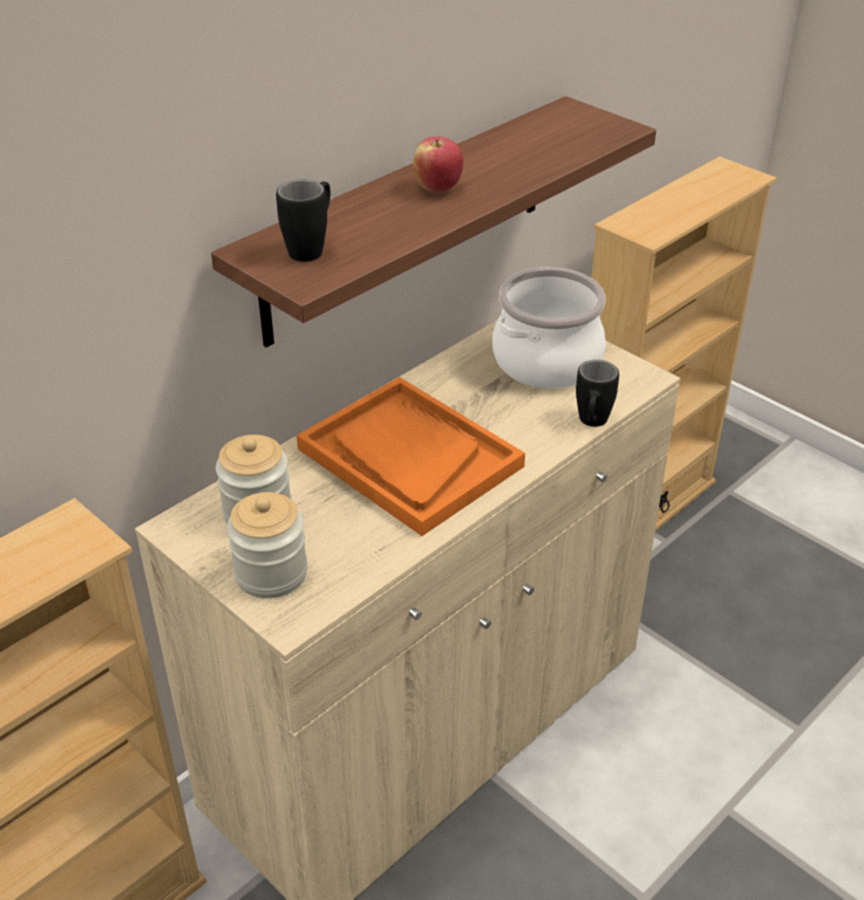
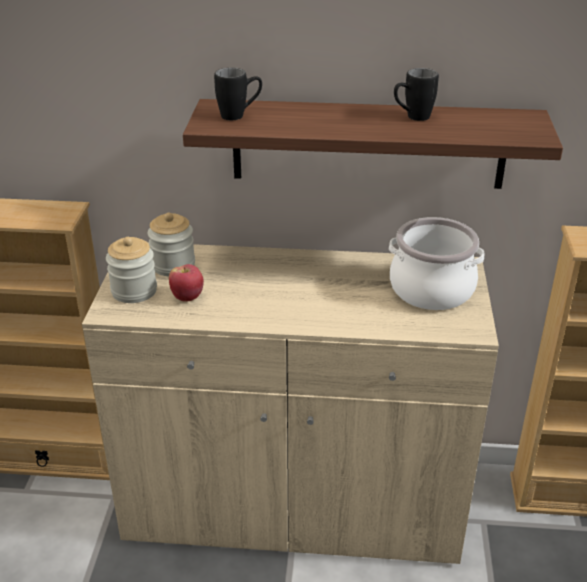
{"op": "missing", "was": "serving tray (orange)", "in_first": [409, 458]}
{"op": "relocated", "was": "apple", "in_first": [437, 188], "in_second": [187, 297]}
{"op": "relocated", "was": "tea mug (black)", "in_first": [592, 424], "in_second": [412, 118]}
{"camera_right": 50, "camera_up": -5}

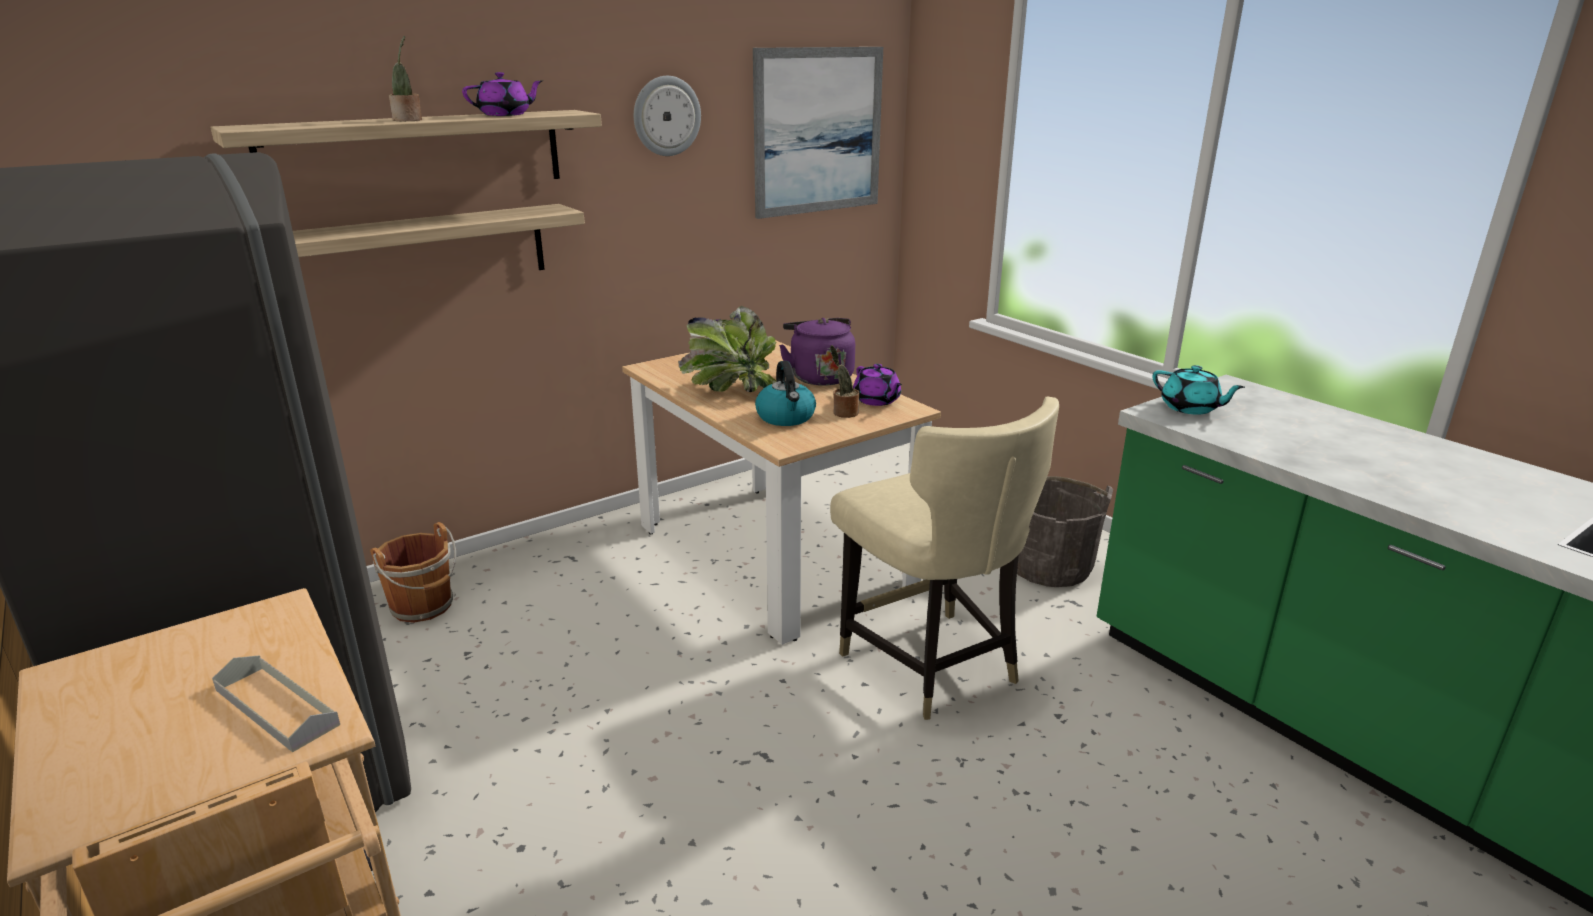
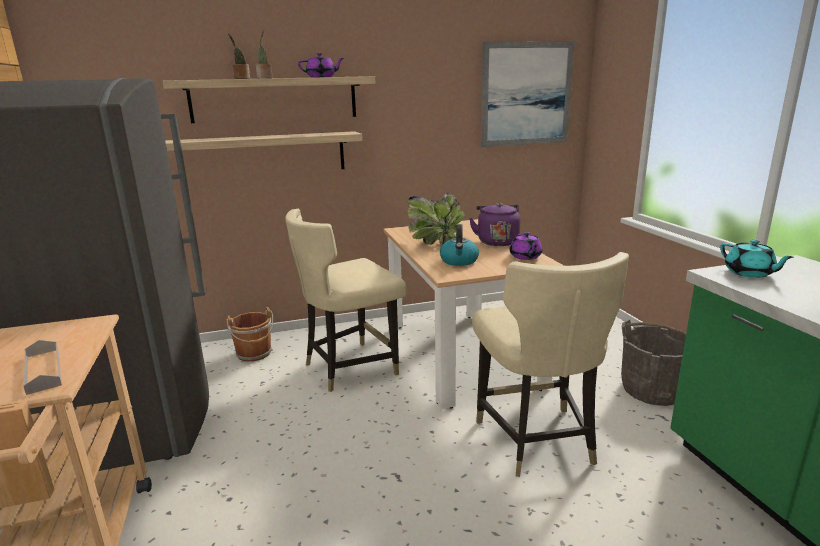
{"op": "missing", "was": "hanging clock", "in_first": [666, 116]}
{"op": "relocated", "was": "potted plant", "in_first": [843, 413], "in_second": [241, 79]}
{"op": "appeared", "now": "chair (sand-coloured)", "in_second": [350, 367]}
{"camera_right": 20, "camera_up": -5}

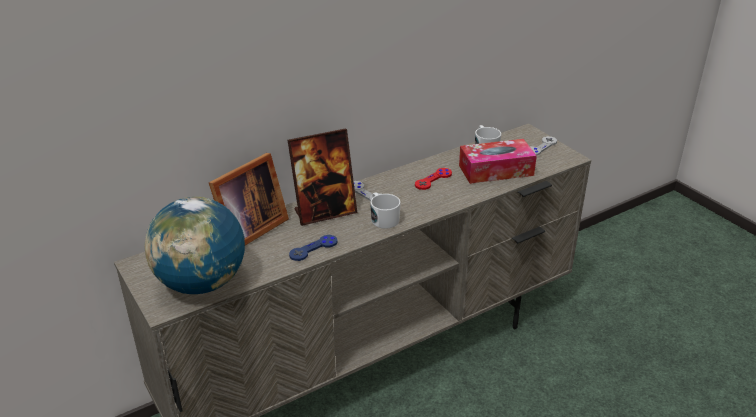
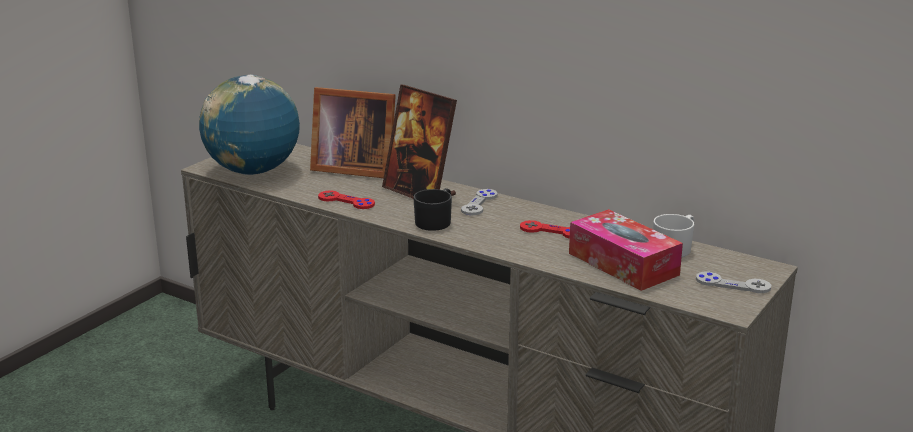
{"op": "colour", "was": "gamepad (blue)", "now": "gamepad (reddish)", "in_first": [313, 249], "in_second": [346, 201]}
{"op": "colour", "was": "tea mug (white-coloured)", "now": "tea mug (black)", "in_first": [383, 218], "in_second": [435, 221]}
{"camera_right": 65, "camera_up": -10}

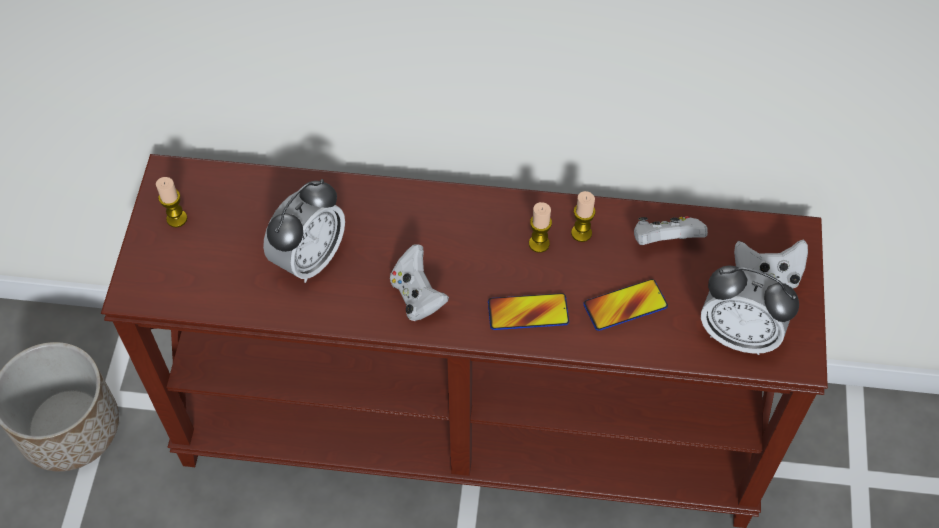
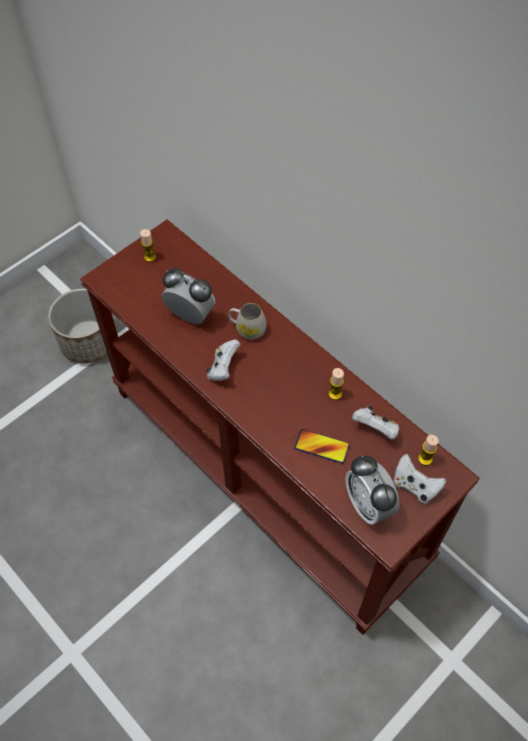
{"op": "spun", "was": "alarm clock", "in_first": [309, 259], "in_second": [190, 316], "clockwise": -135}
{"op": "missing", "was": "telephone", "in_first": [528, 313]}
{"op": "relocated", "was": "wax light", "in_first": [539, 243], "in_second": [425, 459]}
{"op": "appeared", "now": "tea mug (white-coloured)", "in_second": [247, 329]}
{"camera_right": 40, "camera_up": 0}

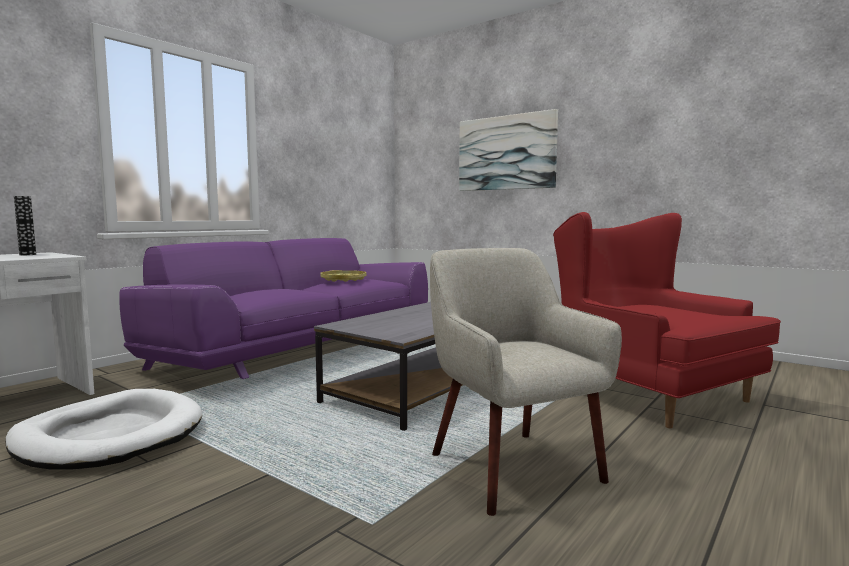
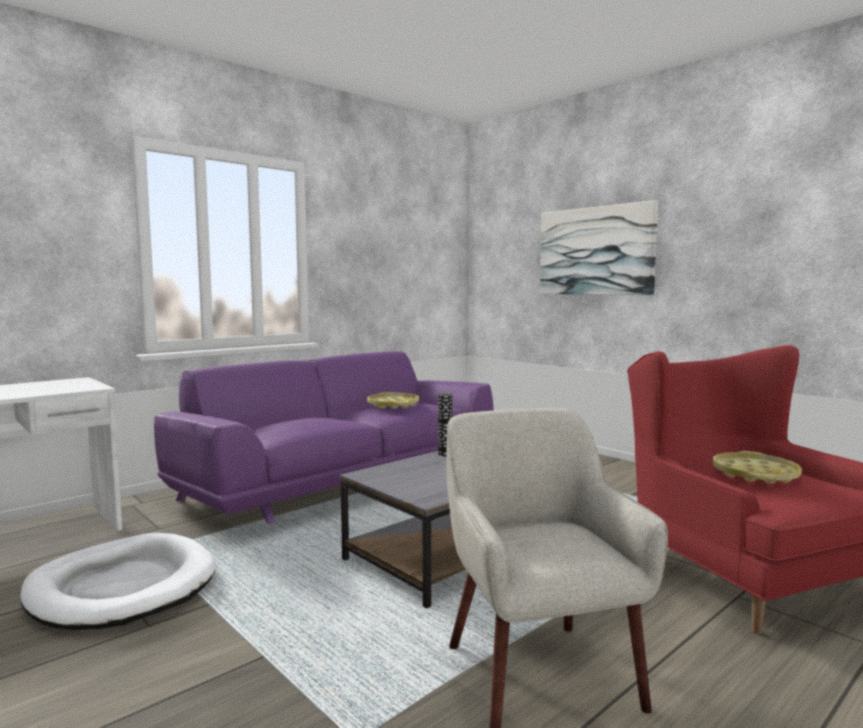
{"op": "relocated", "was": "decorative vase", "in_first": [27, 254], "in_second": [445, 454]}
{"op": "appeared", "now": "serving tray (yellow)", "in_second": [755, 474]}
{"camera_right": 10, "camera_up": 0}

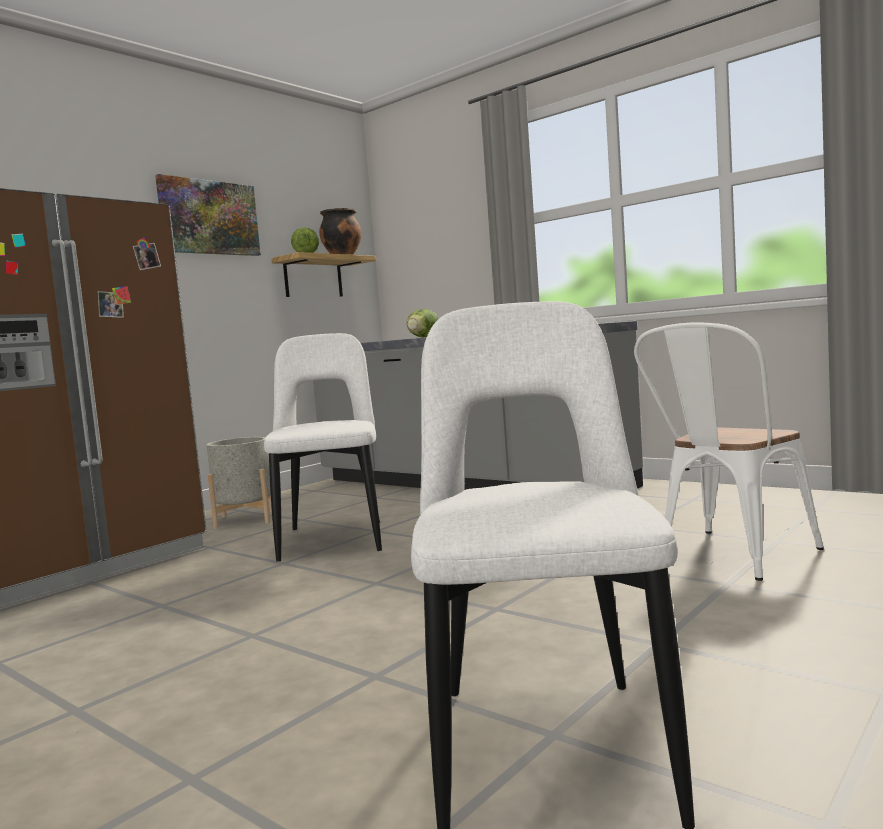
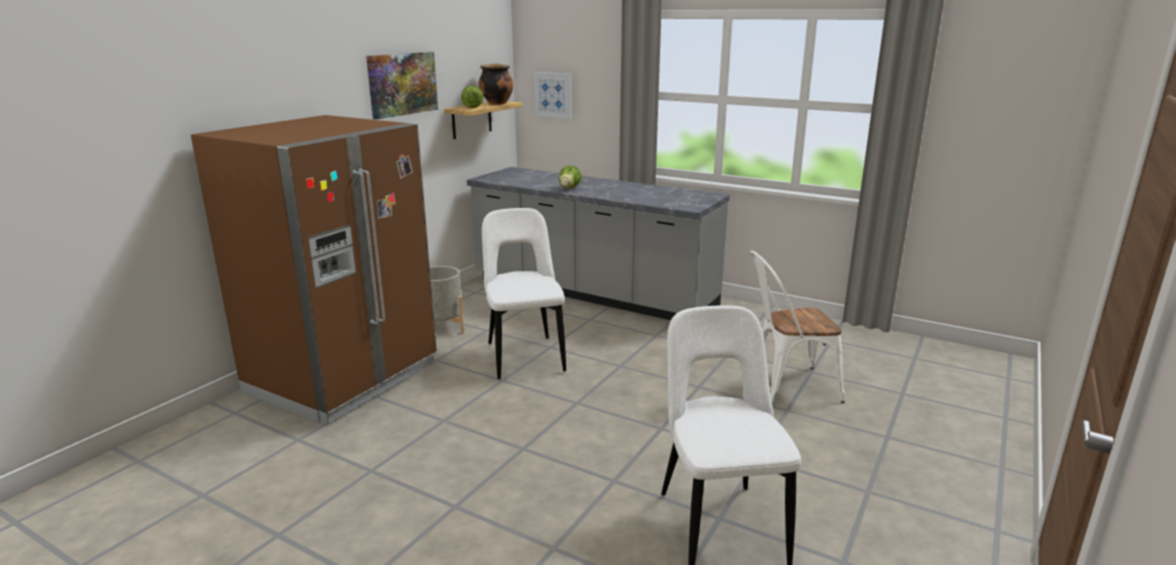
{"op": "spun", "was": "chair (white-coloured)", "in_first": [729, 557], "in_second": [785, 386], "clockwise": 45}
{"op": "appeared", "now": "picture", "in_second": [553, 95]}
{"camera_right": -10, "camera_up": 15}

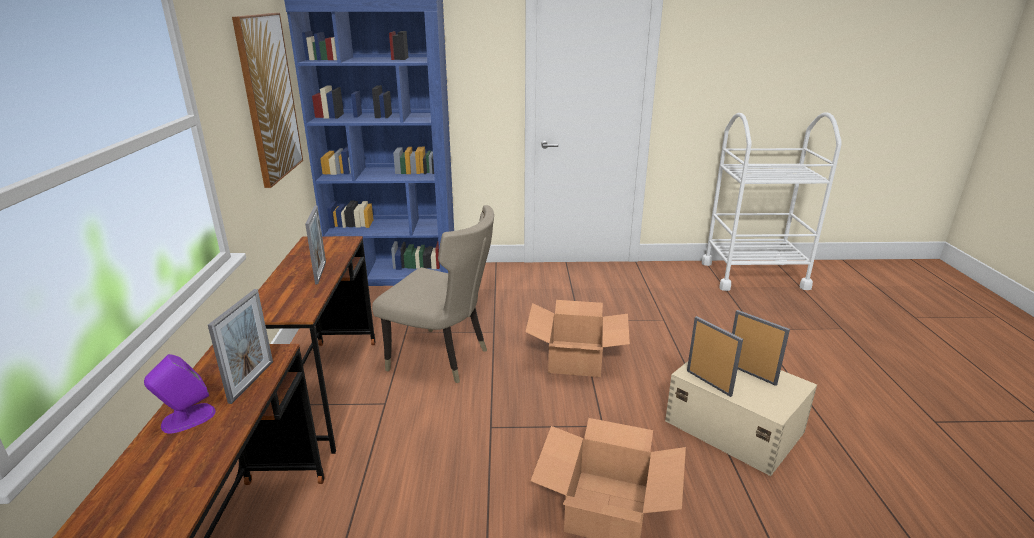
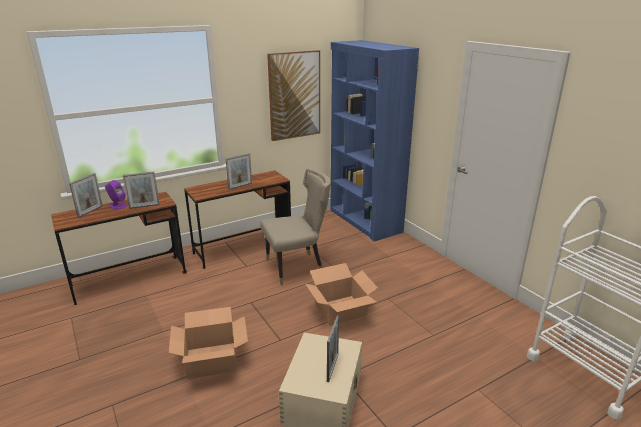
{"op": "spun", "was": "chair (sand-coloured)", "in_first": [443, 358], "in_second": [297, 267], "clockwise": -105}
{"op": "relocated", "was": "photo frame", "in_first": [708, 383], "in_second": [90, 211]}
{"camera_right": 60, "camera_up": 0}

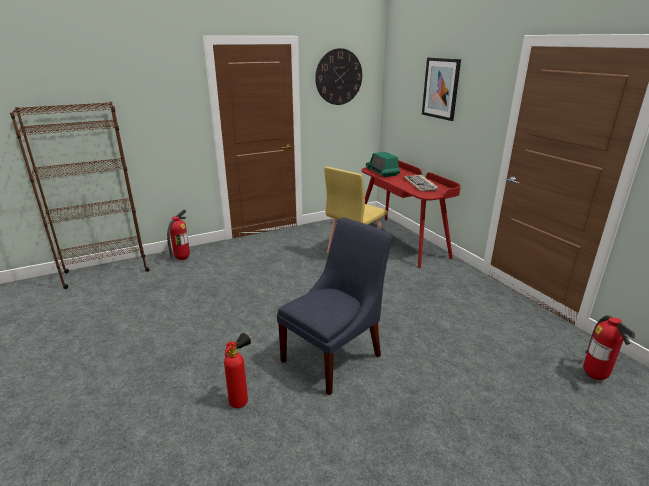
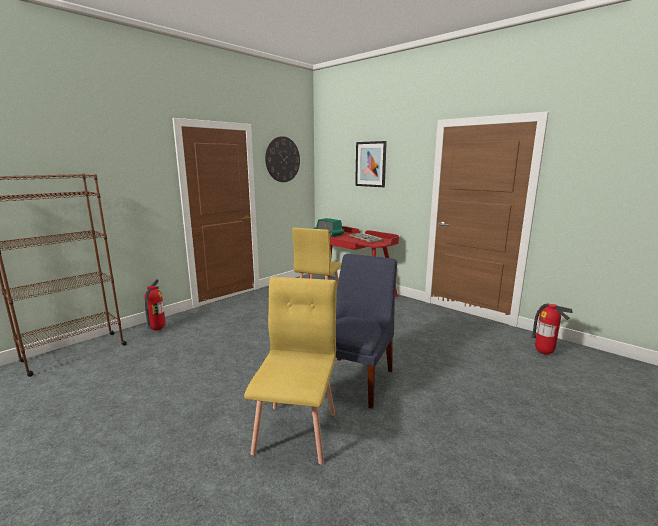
{"op": "exchanged", "was": "extinguisher", "now": "chair (yellow)", "in_first": [241, 400], "in_second": [297, 431]}
{"camera_right": -20, "camera_up": -10}

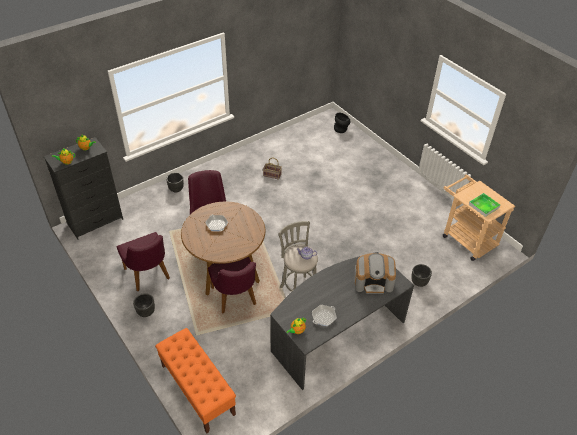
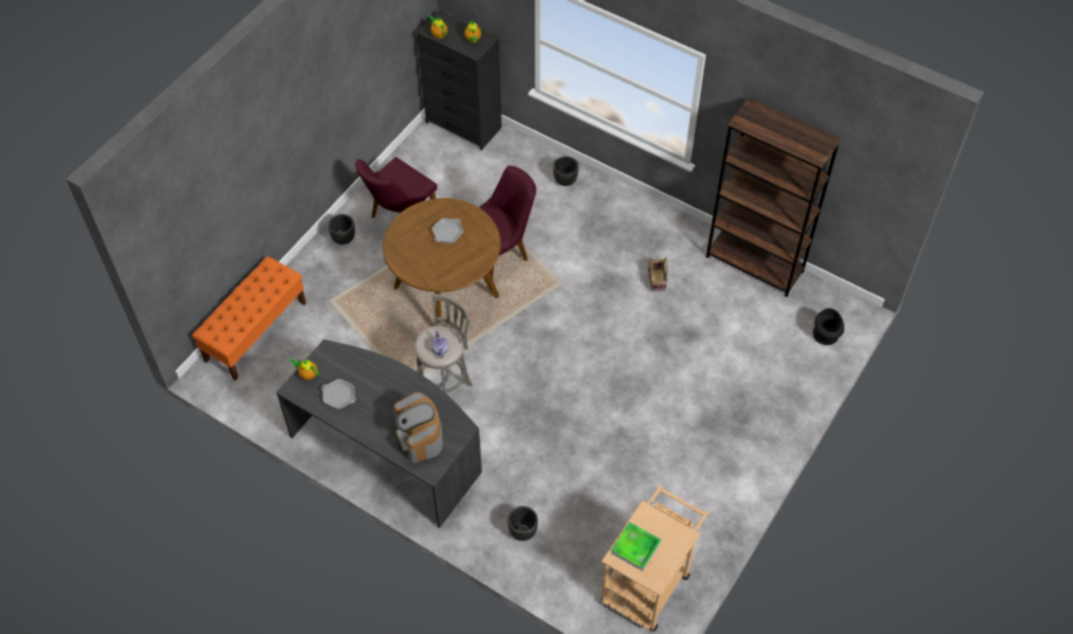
{"op": "missing", "was": "chair (purplish)", "in_first": [235, 299]}
{"op": "appeared", "now": "shelving unit (brownish)", "in_second": [755, 264]}
{"camera_right": 70, "camera_up": 10}

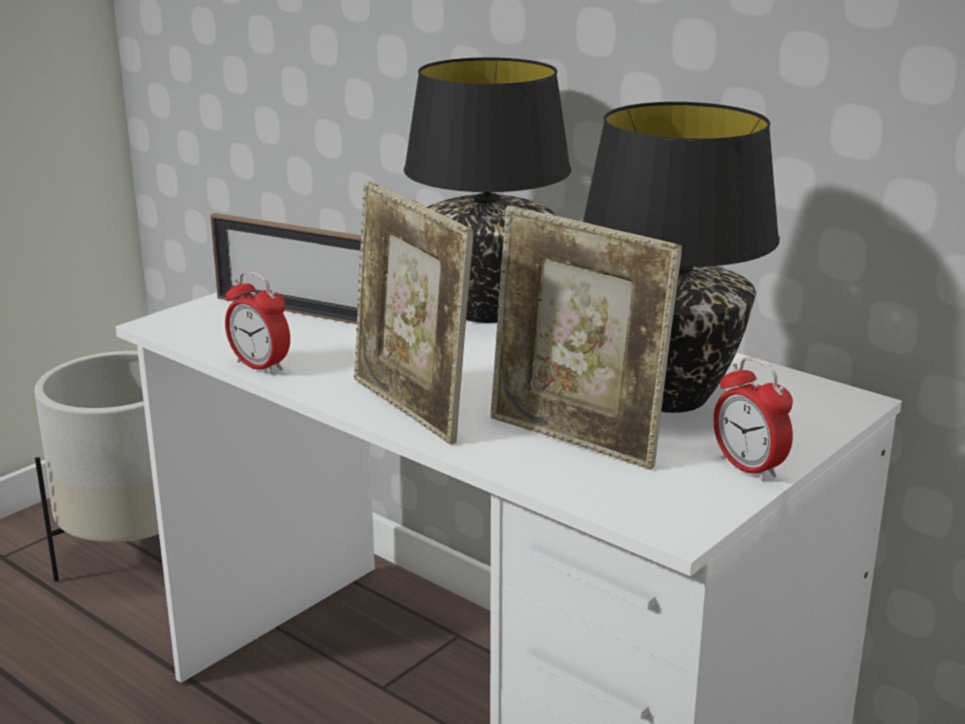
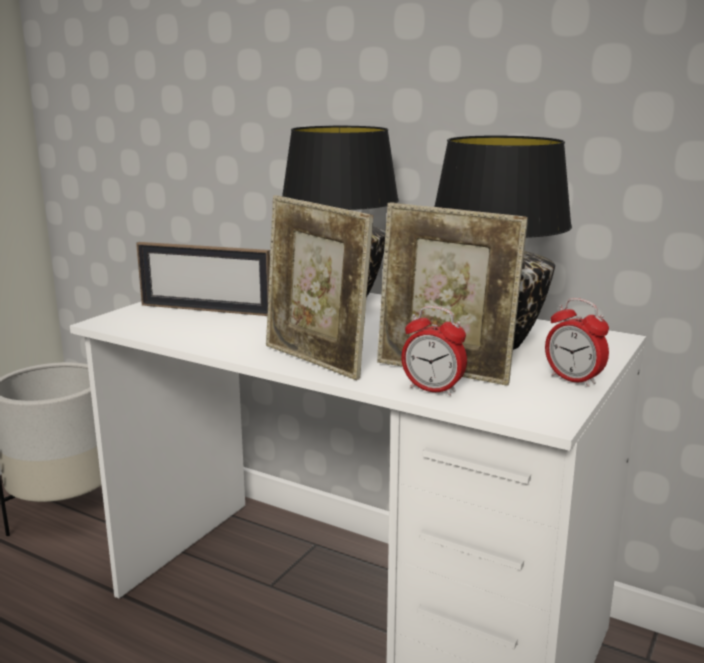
{"op": "relocated", "was": "alarm clock", "in_first": [260, 366], "in_second": [433, 389]}
{"camera_right": -10, "camera_up": -5}

